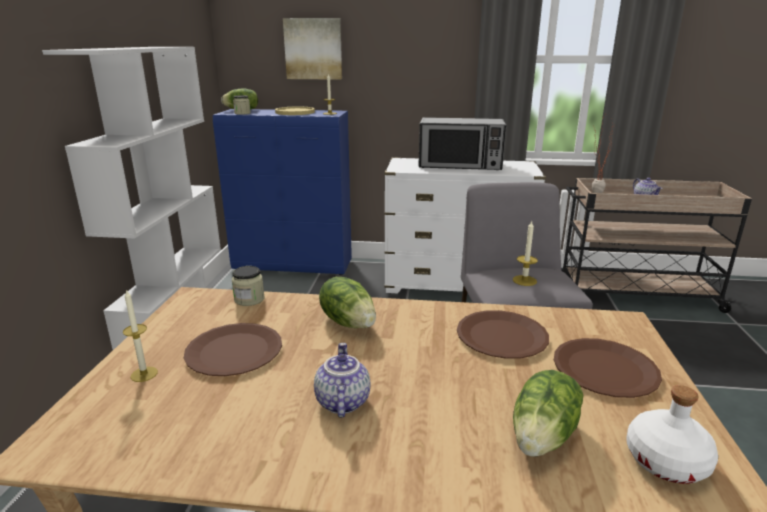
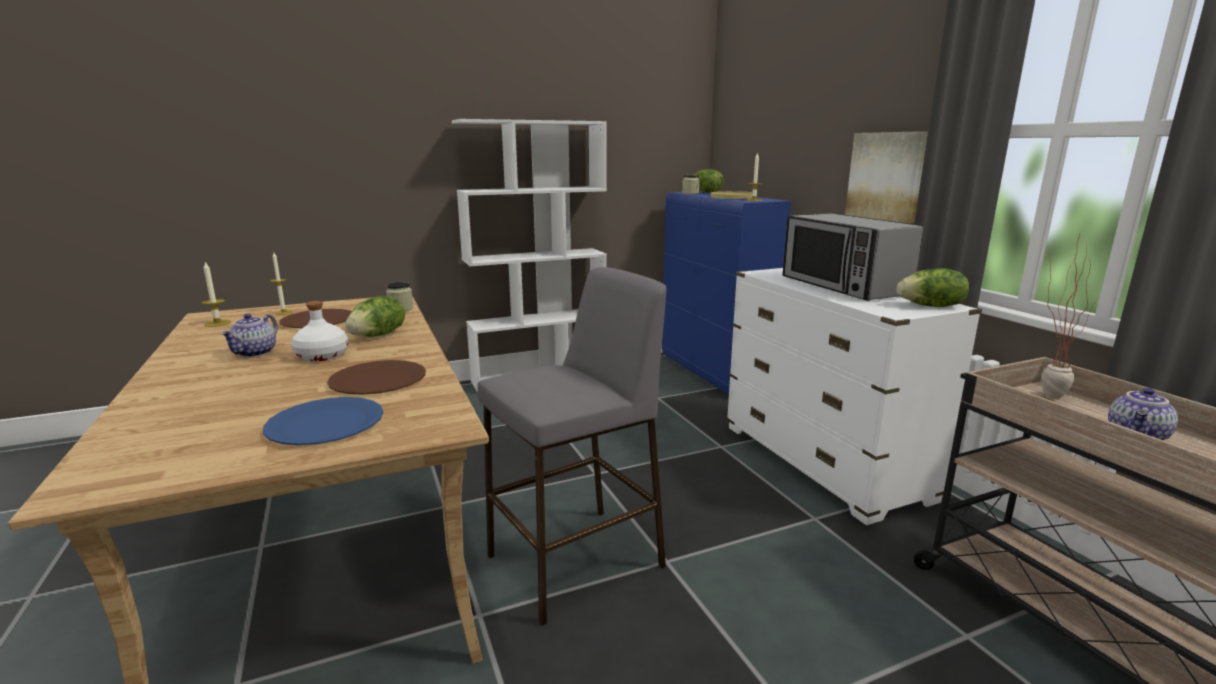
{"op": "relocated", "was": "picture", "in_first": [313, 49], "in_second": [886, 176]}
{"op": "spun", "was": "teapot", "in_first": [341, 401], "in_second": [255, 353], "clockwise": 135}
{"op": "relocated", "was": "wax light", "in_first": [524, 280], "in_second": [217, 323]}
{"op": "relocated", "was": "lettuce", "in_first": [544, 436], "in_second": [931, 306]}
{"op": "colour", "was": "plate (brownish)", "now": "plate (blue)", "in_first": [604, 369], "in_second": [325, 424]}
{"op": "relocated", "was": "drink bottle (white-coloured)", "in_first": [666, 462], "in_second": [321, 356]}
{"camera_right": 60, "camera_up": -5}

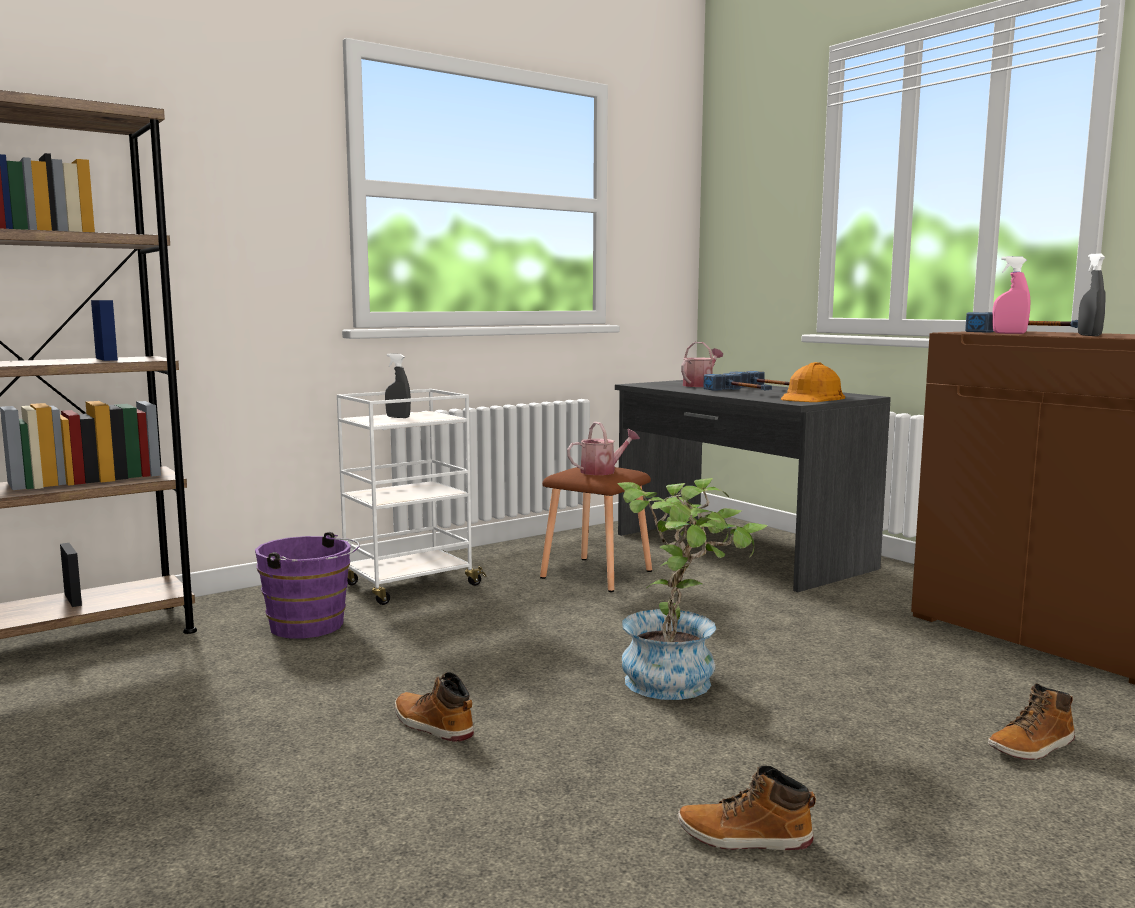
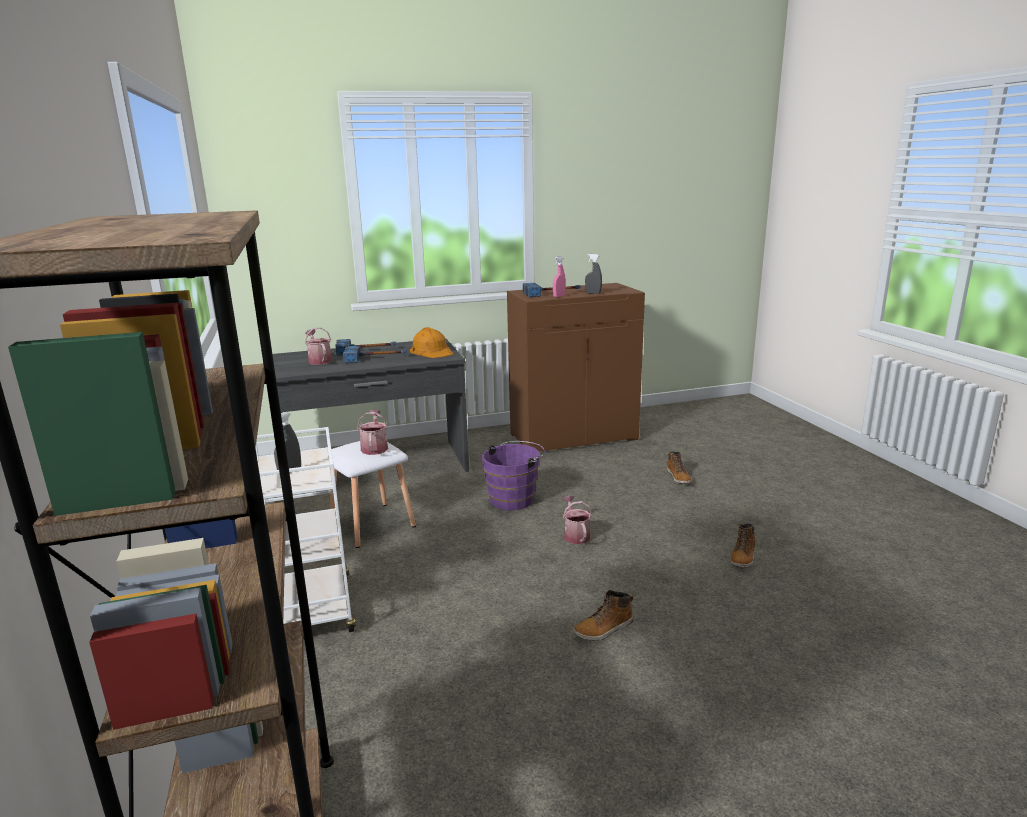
{"op": "relocated", "was": "pail (purplish)", "in_first": [311, 627], "in_second": [514, 499]}
{"op": "colour", "was": "stool (brownish)", "now": "stool (white-coloured)", "in_first": [594, 574], "in_second": [371, 525]}
{"op": "exchanged", "was": "potted plant", "now": "watering can", "in_first": [680, 679], "in_second": [575, 535]}
{"camera_right": -70, "camera_up": 10}

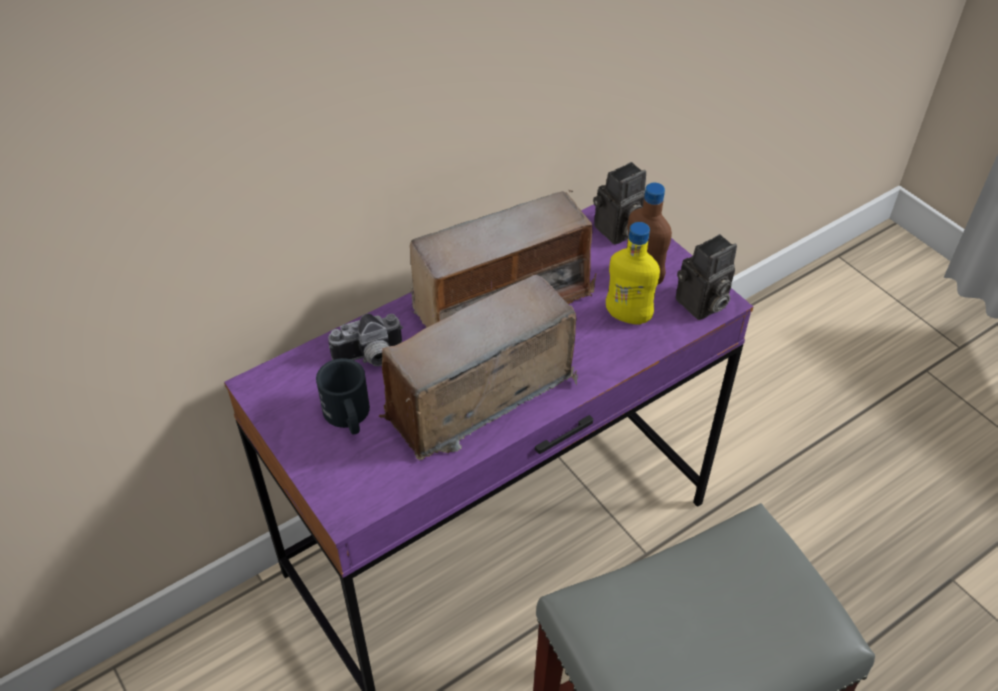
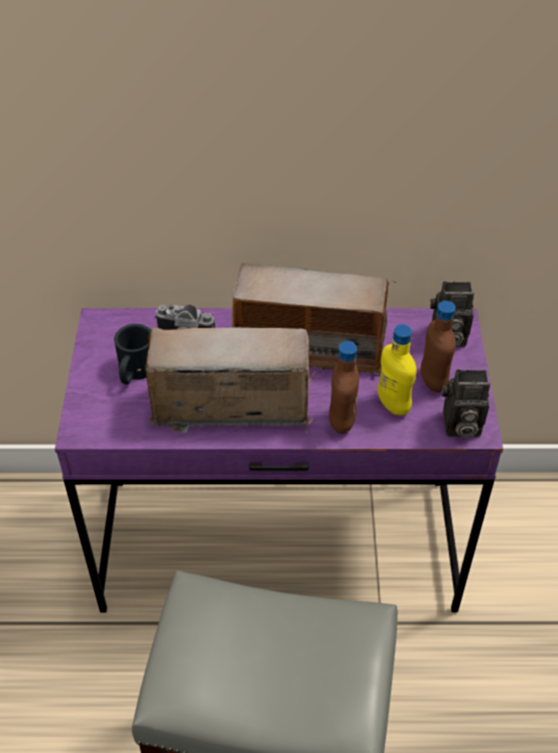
{"op": "appeared", "now": "drink bottle (brownish)", "in_second": [341, 421]}
{"camera_right": 35, "camera_up": 0}

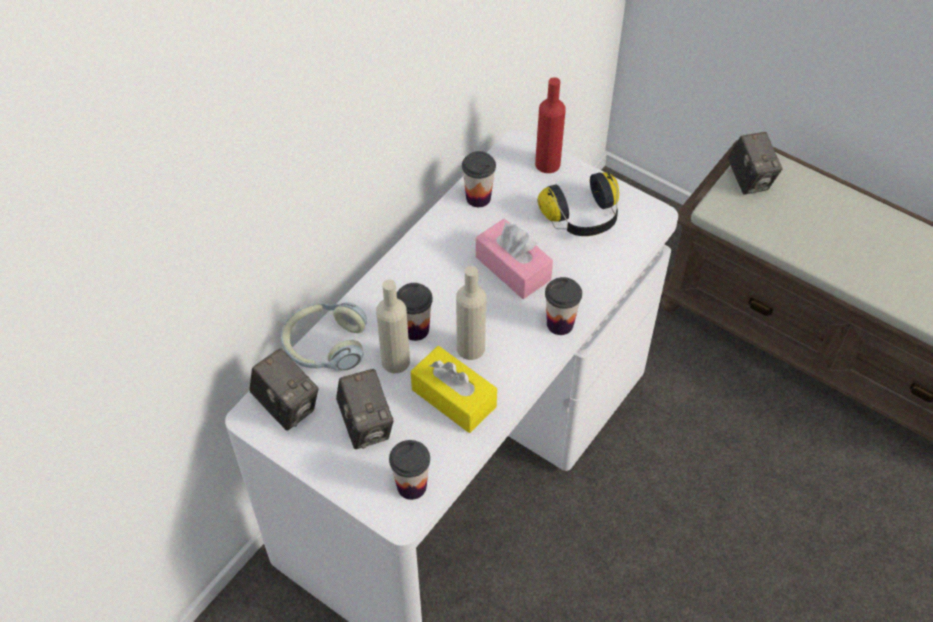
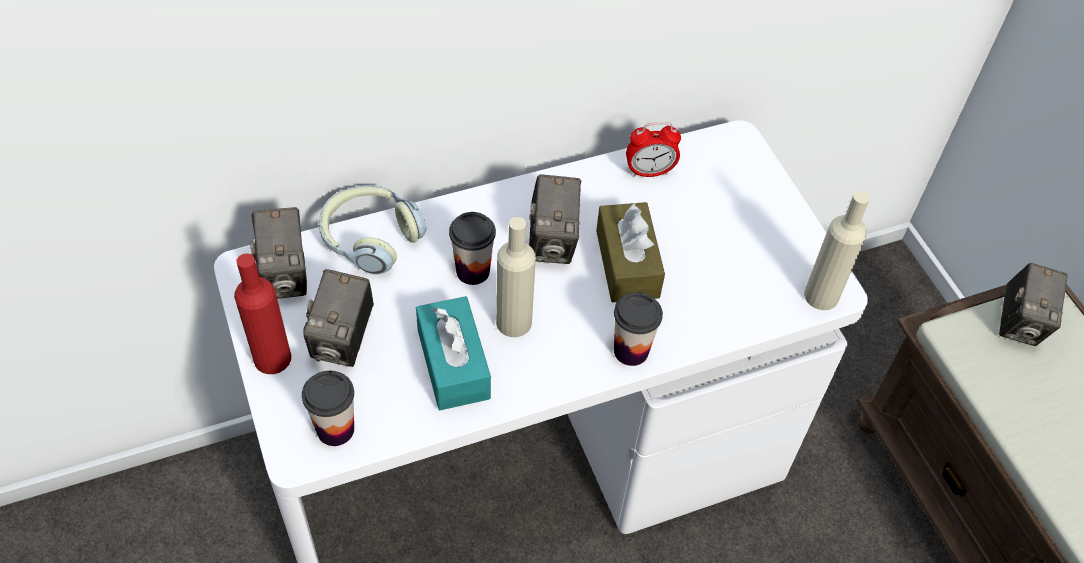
{"op": "relocated", "was": "drink bottle (sand-coloured)", "in_first": [395, 361], "in_second": [821, 296]}
{"op": "colour", "was": "box of tissues (yellow)", "now": "box of tissues (blue-green)", "in_first": [453, 398], "in_second": [453, 364]}
{"op": "exchanged", "was": "drinking cup", "now": "alarm clock", "in_first": [478, 198], "in_second": [649, 172]}
{"op": "colour", "was": "box of tissues (pink-coloured)", "now": "box of tissues (brownish)", "in_first": [513, 268], "in_second": [627, 264]}
{"op": "relocated", "was": "drink bottle (reddish)", "in_first": [547, 164], "in_second": [272, 358]}
{"op": "missing", "was": "pair of headphones", "in_first": [583, 218]}
{"op": "appeared", "now": "still camera", "in_second": [552, 242]}
{"camera_right": 30, "camera_up": 0}

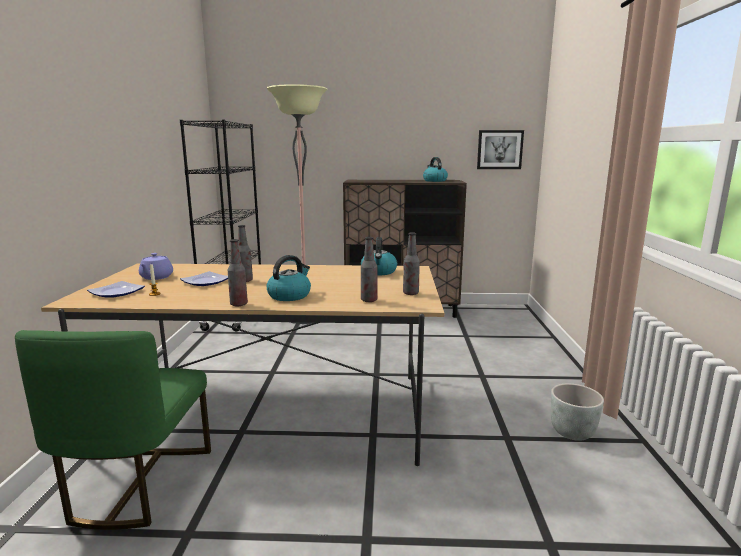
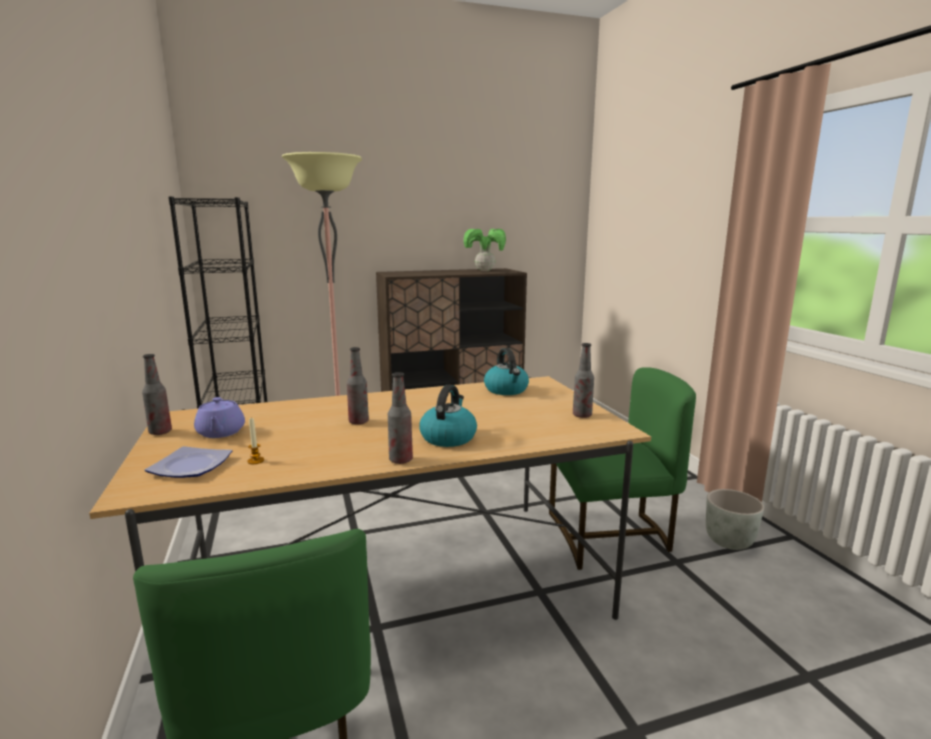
{"op": "missing", "was": "plate", "in_first": [207, 282]}
{"op": "relocated", "was": "drink bottle", "in_first": [369, 300], "in_second": [160, 432]}
{"op": "exchanged", "was": "water kettle", "now": "potted plant", "in_first": [434, 181], "in_second": [485, 270]}
{"op": "missing", "was": "picture", "in_first": [499, 149]}
{"op": "appeared", "now": "chair (green)", "in_second": [610, 536]}
{"camera_right": -20, "camera_up": 0}

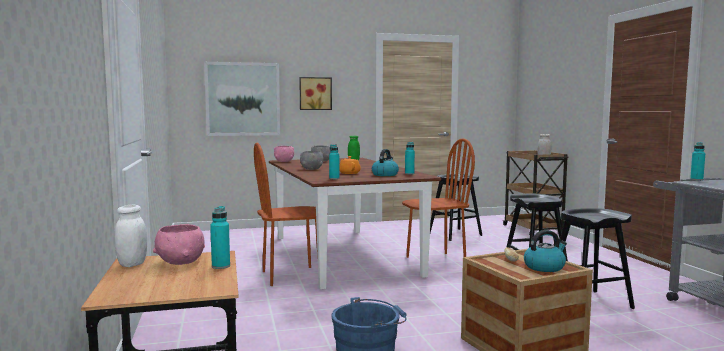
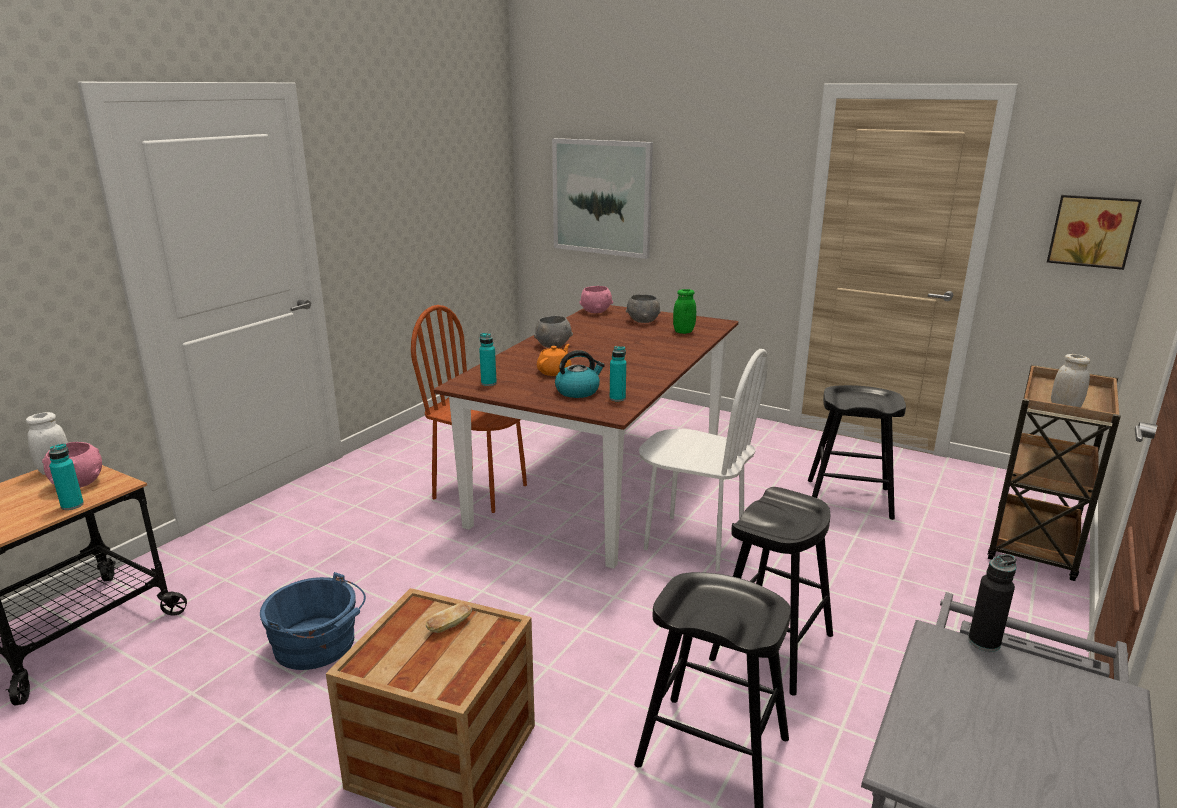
{"op": "relocated", "was": "picture", "in_first": [315, 93], "in_second": [1092, 231]}
{"op": "colour", "was": "chair (brownish)", "now": "chair (white-coloured)", "in_first": [435, 260], "in_second": [694, 542]}
{"op": "missing", "was": "water kettle", "in_first": [544, 267]}
{"op": "colour", "was": "drink bottle (blue-green)", "now": "drink bottle (black)", "in_first": [696, 179], "in_second": [984, 642]}
{"camera_right": 45, "camera_up": 15}

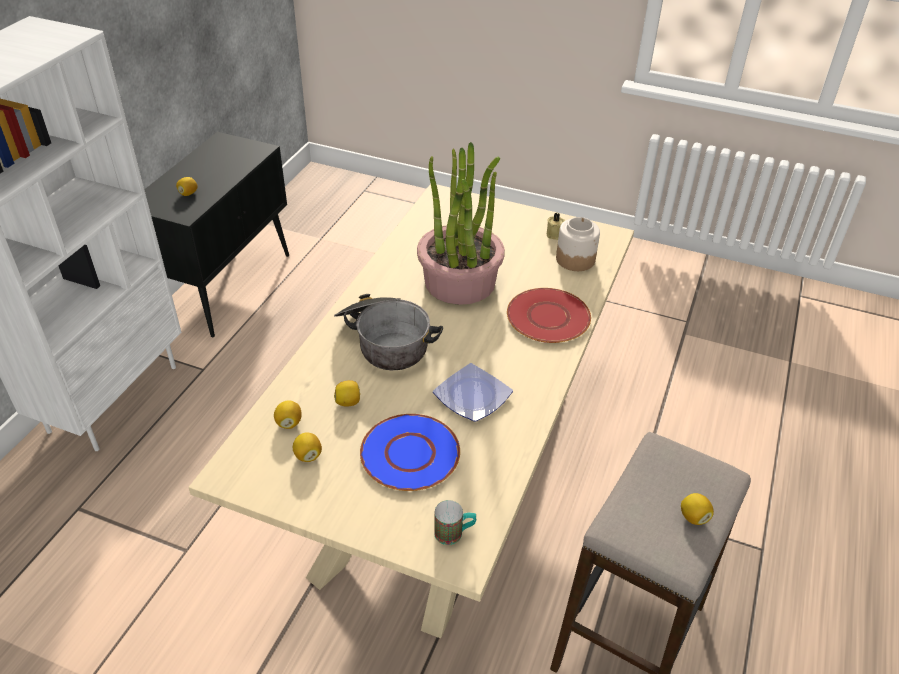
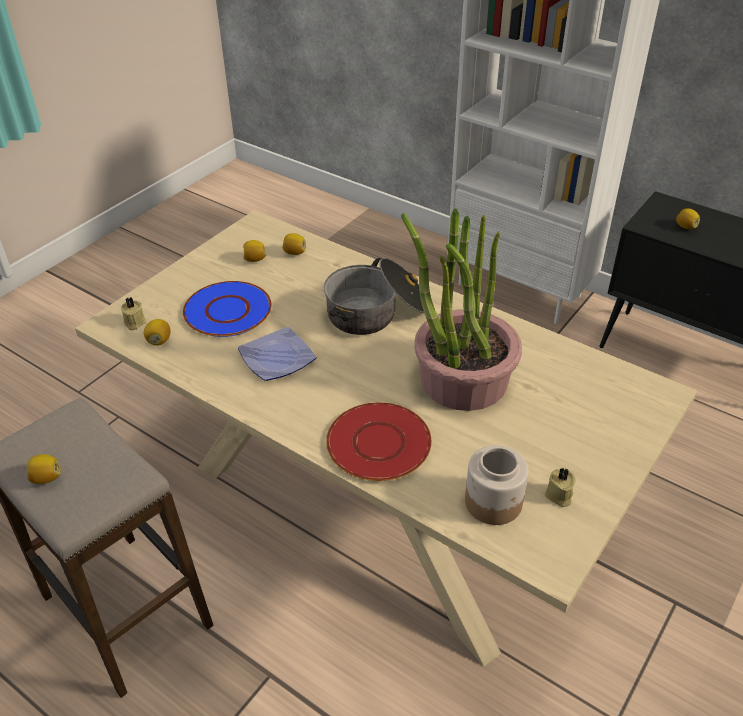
{"op": "relocated", "was": "lemon", "in_first": [348, 402], "in_second": [159, 341]}
{"op": "exchanged", "was": "tea mug", "now": "wax light (sand-coloured)", "in_first": [454, 533], "in_second": [134, 323]}
{"camera_right": 105, "camera_up": 0}

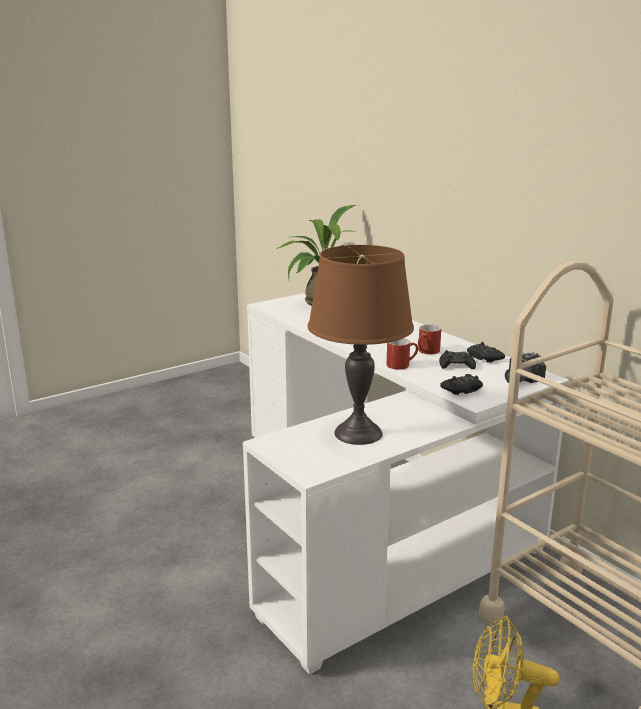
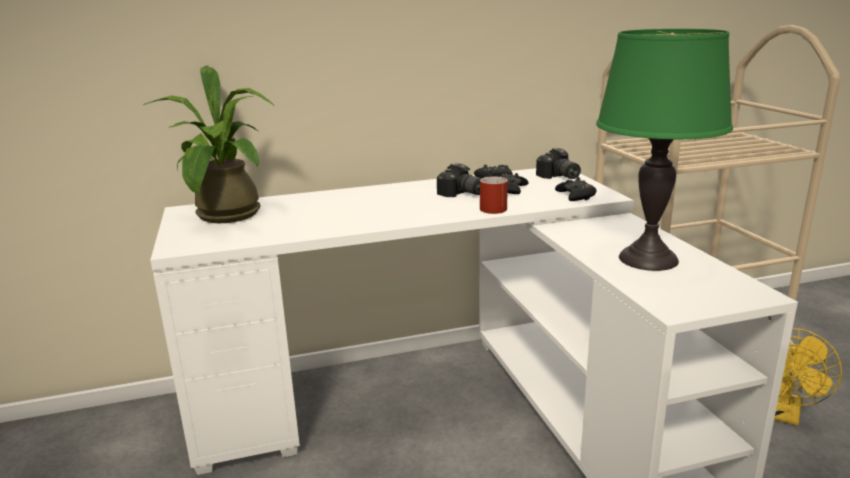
{"op": "colour", "was": "lamp for a table (brownish)", "now": "lamp for a table (green)", "in_first": [358, 433], "in_second": [648, 259]}
{"op": "exchanged", "was": "tea mug (reddish)", "now": "still camera", "in_first": [427, 352], "in_second": [462, 194]}
{"camera_right": -70, "camera_up": 0}

